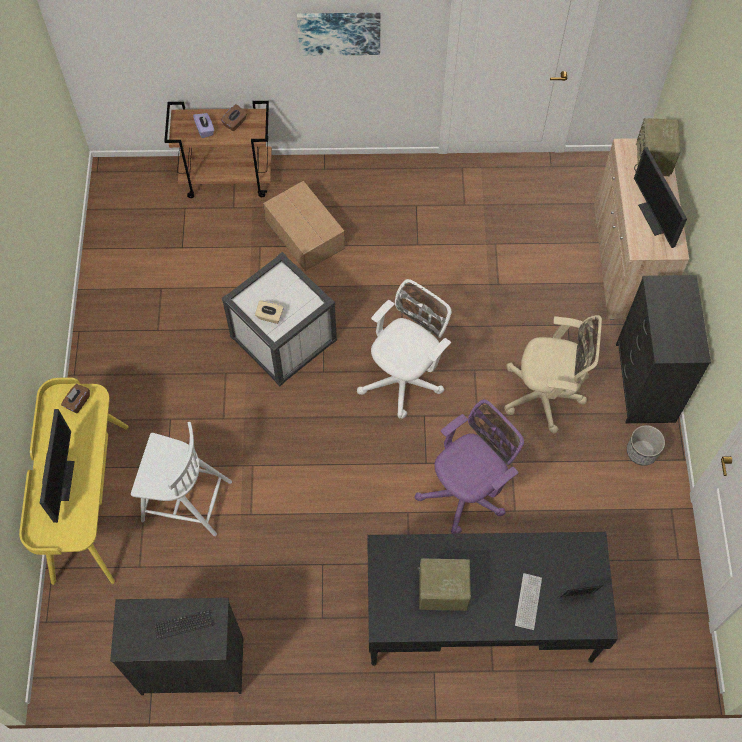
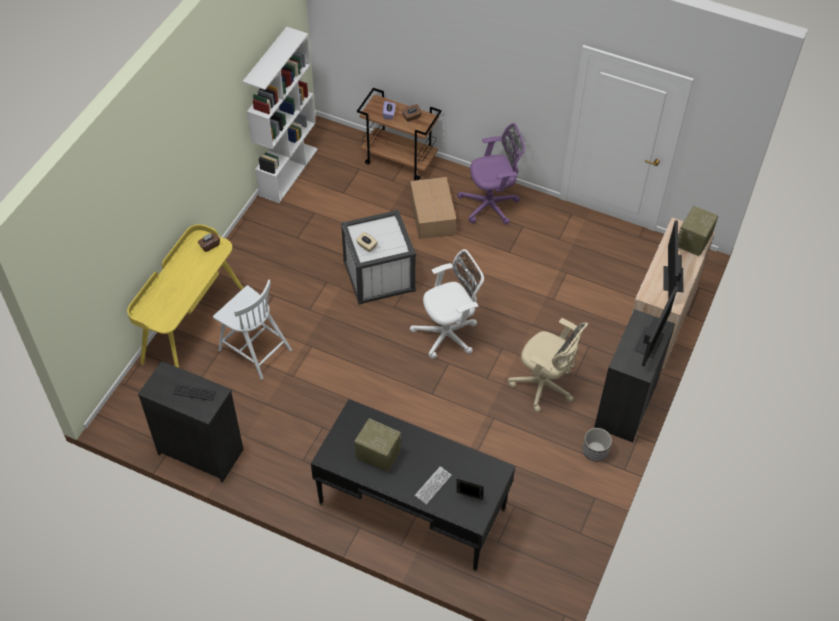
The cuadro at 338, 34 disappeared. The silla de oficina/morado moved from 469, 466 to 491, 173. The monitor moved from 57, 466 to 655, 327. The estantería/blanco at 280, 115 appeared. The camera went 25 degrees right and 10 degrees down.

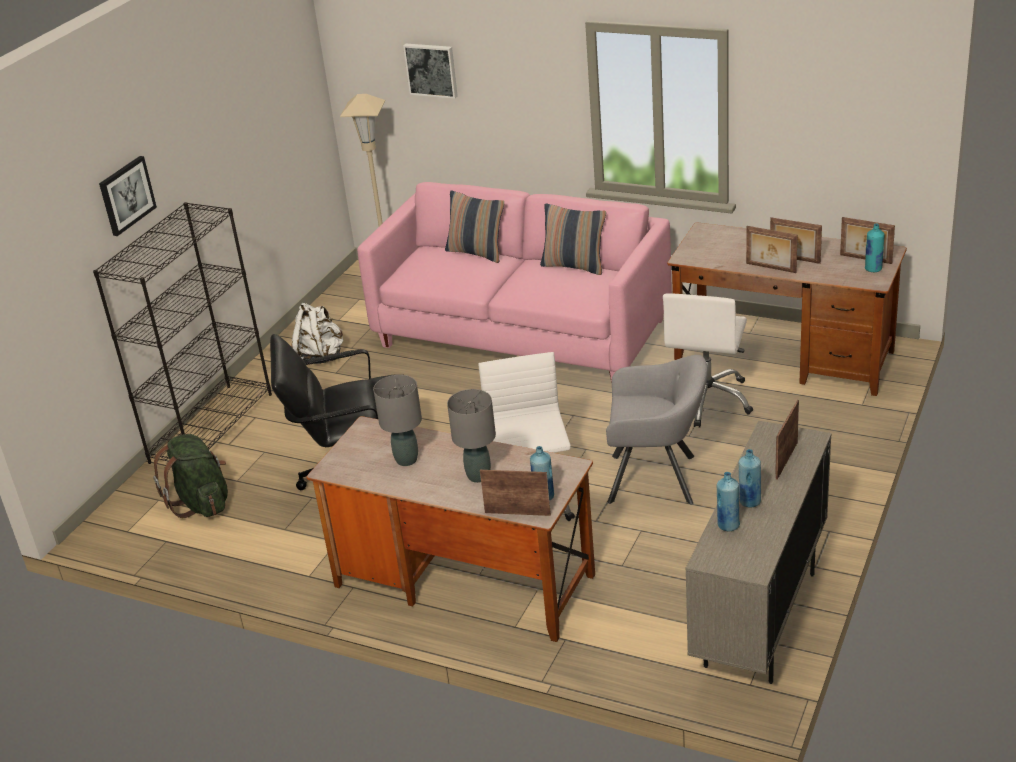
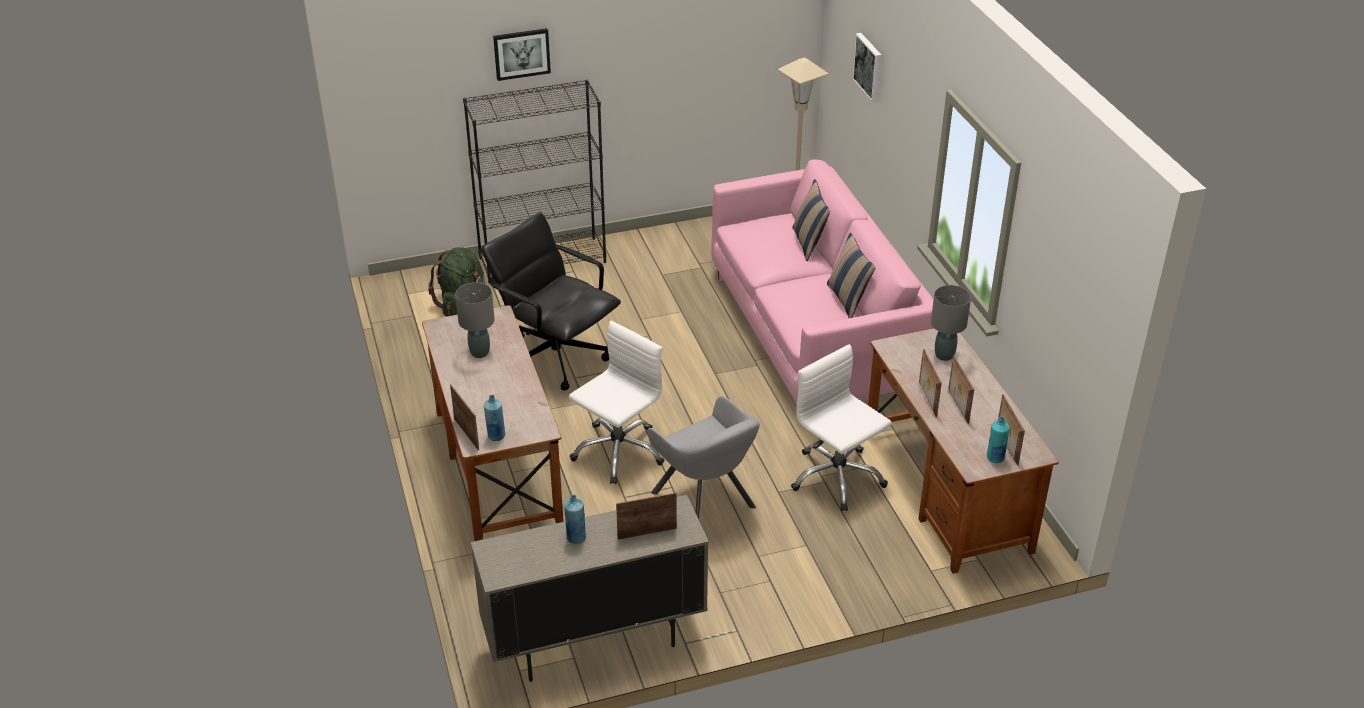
The silla de oficina/blanco at 708, 360 turned 75 degrees clockwise. The mochila/blanco at 317, 333 disappeared. The lámpara de mesa/gris moved from 471, 436 to 951, 323. The botella/azul at 728, 501 disappeared. The camera went 45 degrees right and 5 degrees up.

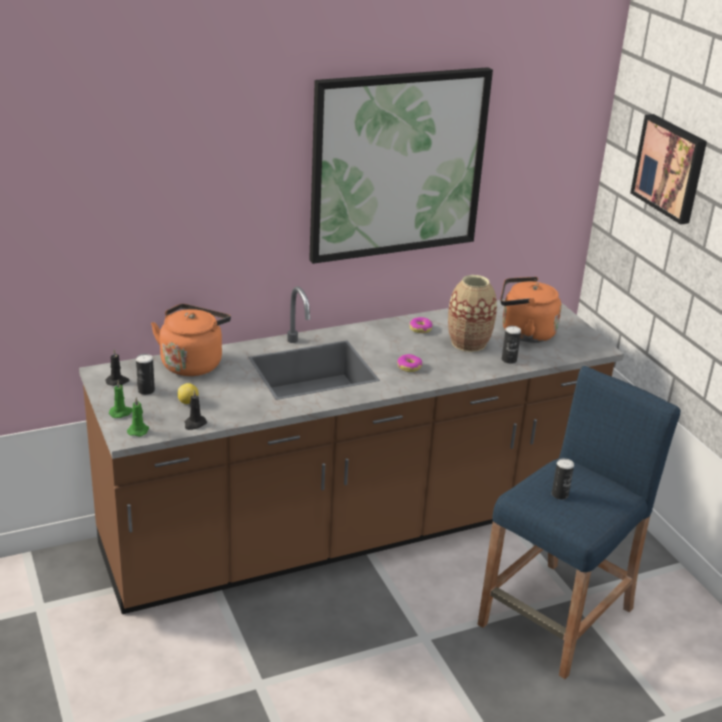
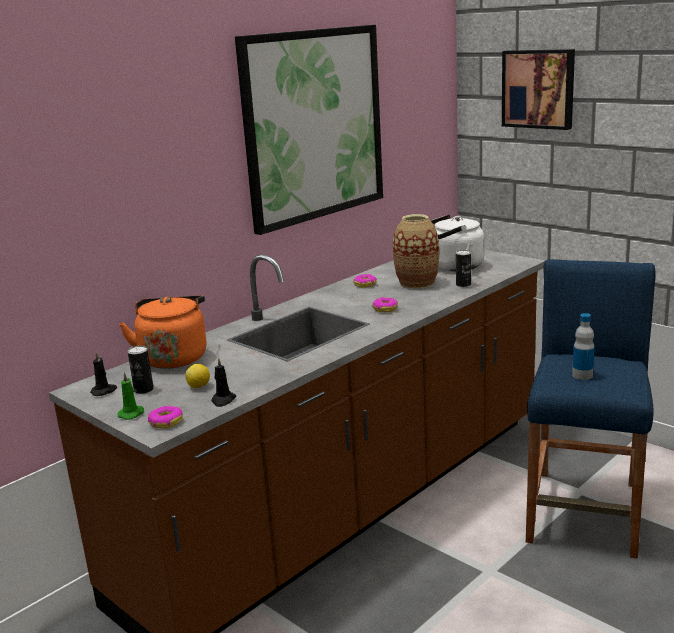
The hervidor/naranja at 531, 310 became the hervidor/blanco at 457, 242. The vela/verde at 138, 417 was replaced by the rosquilla at 165, 417. The lata at 563, 479 was replaced by the botella at 583, 346. The camera went 20 degrees left and 10 degrees down.

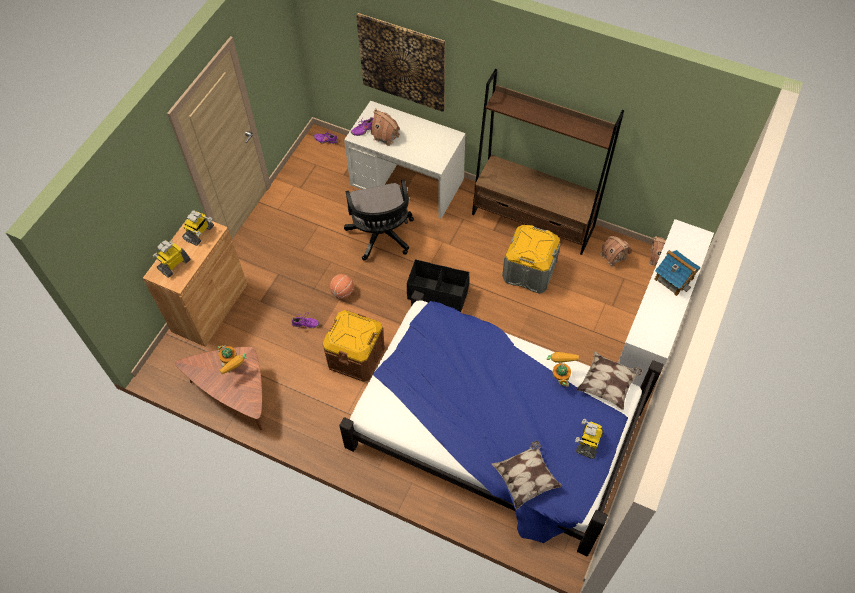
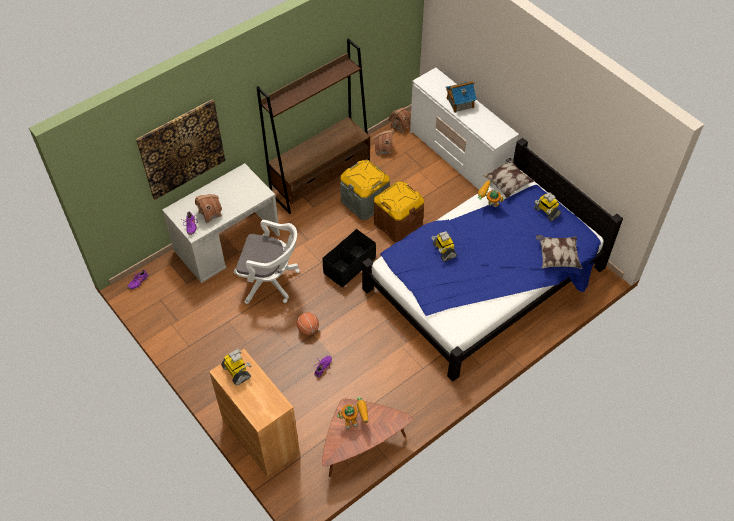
The silla de oficina/negro at 379, 220 became the silla de oficina/blanco at 266, 262. The robot de juguete moved from 171, 259 to 444, 246. The caja de almacenaje/marrón moved from 354, 346 to 399, 211. The camera went 65 degrees left and 5 degrees down.

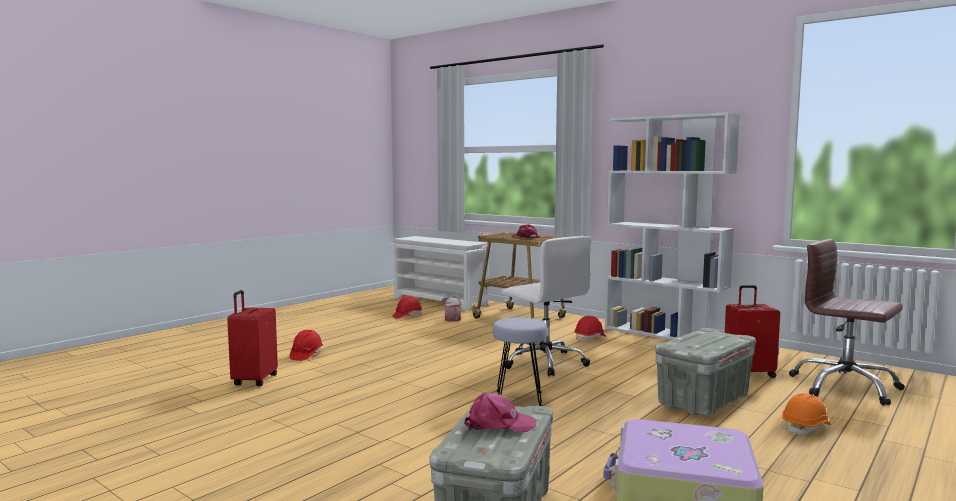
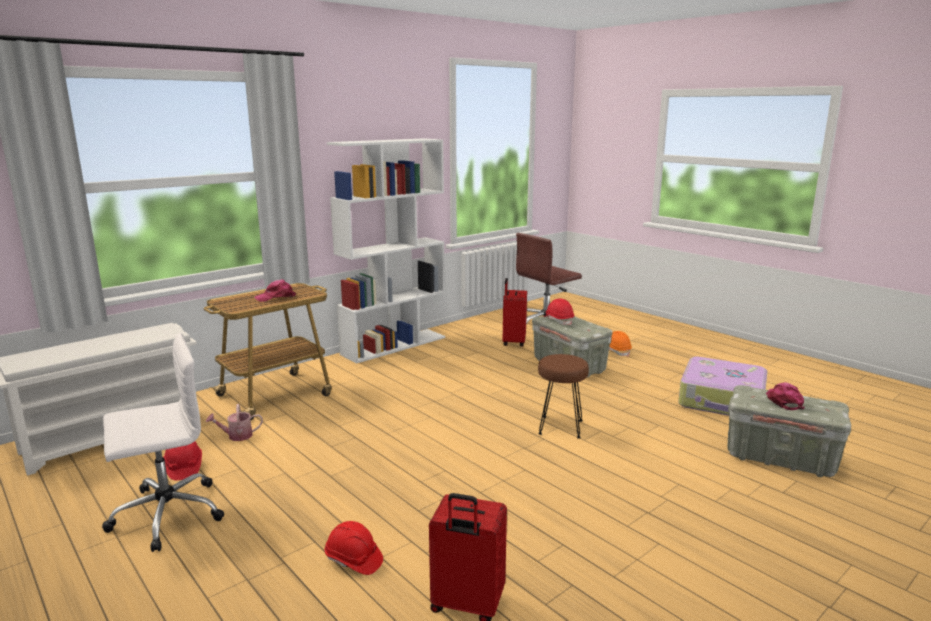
The silla de oficina/blanco moved from 546, 306 to 163, 442. The casco/rojo moved from 590, 329 to 558, 312. The taburete/gris at 519, 361 became the taburete/marrón at 563, 396. The camera went 80 degrees left and 10 degrees up.

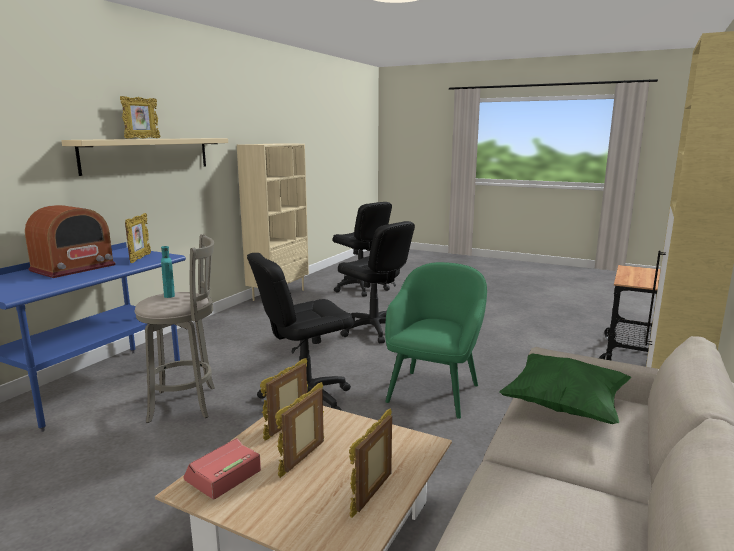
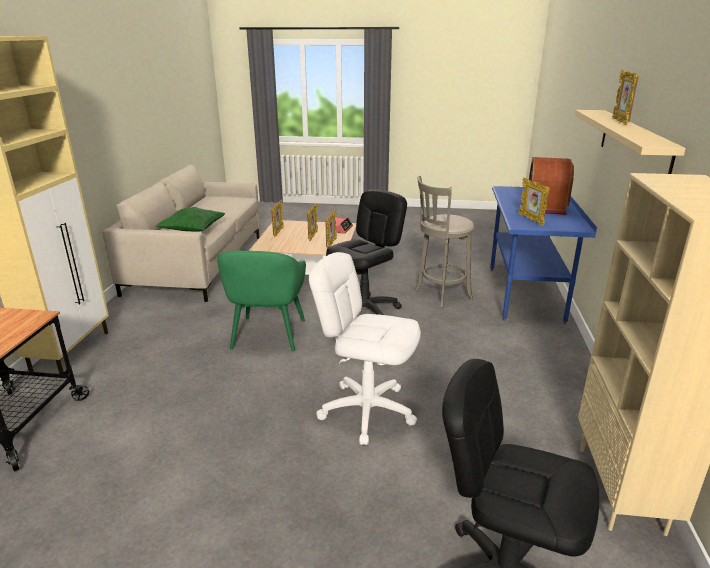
The silla de oficina/negro at 376, 282 became the silla de oficina/blanco at 365, 348. The botella/turquesa at 168, 272 disappeared. The camera went 160 degrees right and 10 degrees up.

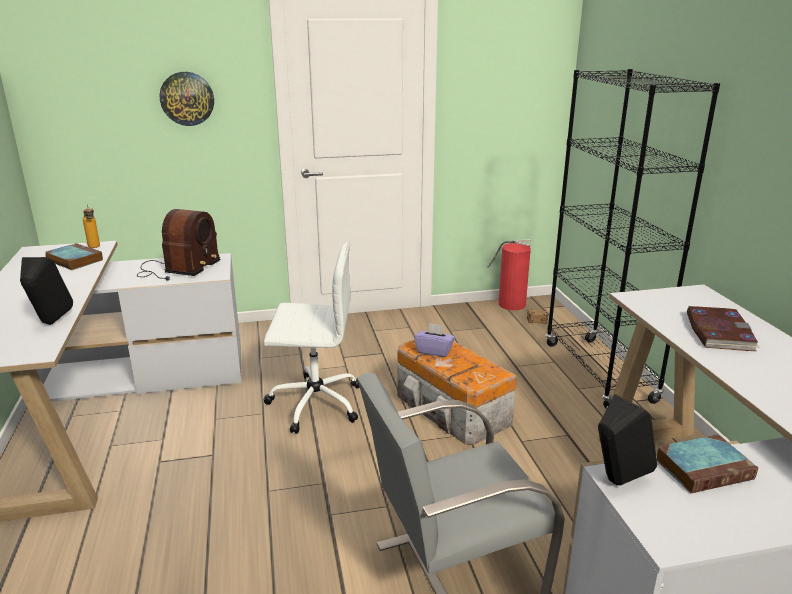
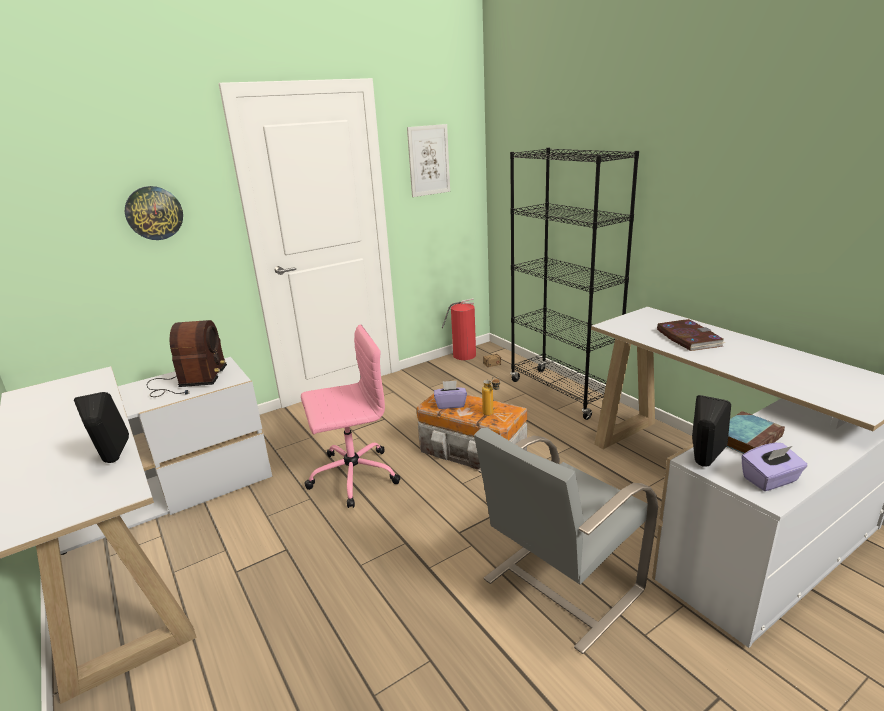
The botella moved from 91, 226 to 491, 396. The silla de oficina/blanco at 312, 338 became the silla de oficina/rosa at 351, 416. The libro at 74, 256 disappeared. The cuadro at 428, 160 appeared. The caja de pañuelos/morado at 774, 467 appeared. The camera went 20 degrees left and 0 degrees up.

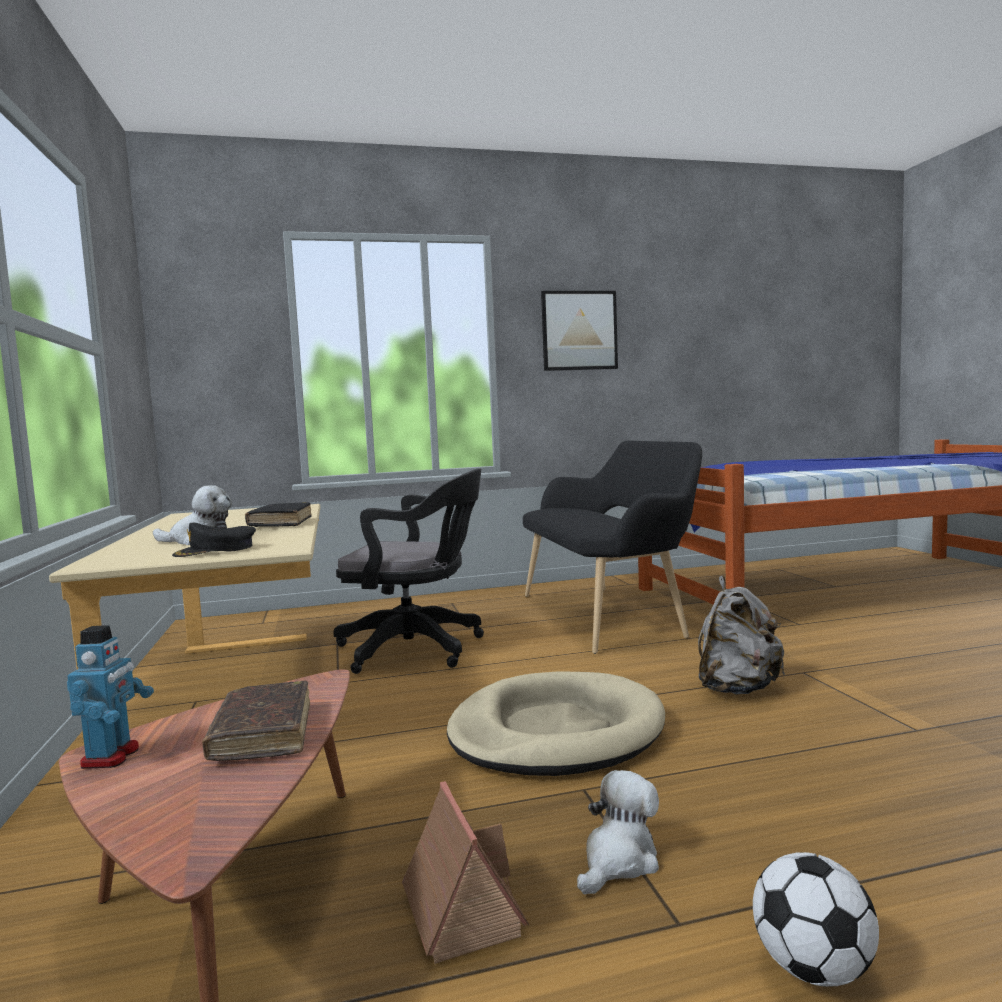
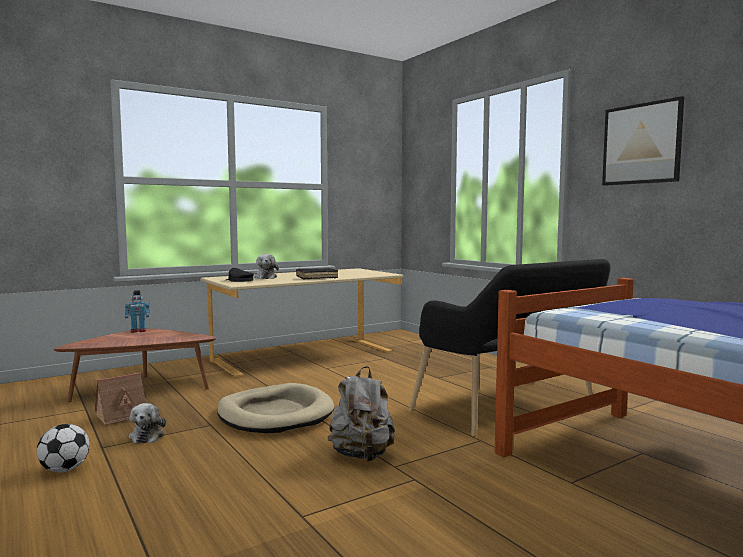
The silla de oficina/negro at 408, 571 disappeared. The libro/marrón at 256, 721 disappeared. The peluche at 618, 832 turned 60 degrees clockwise. The camera went 70 degrees right and 0 degrees up.

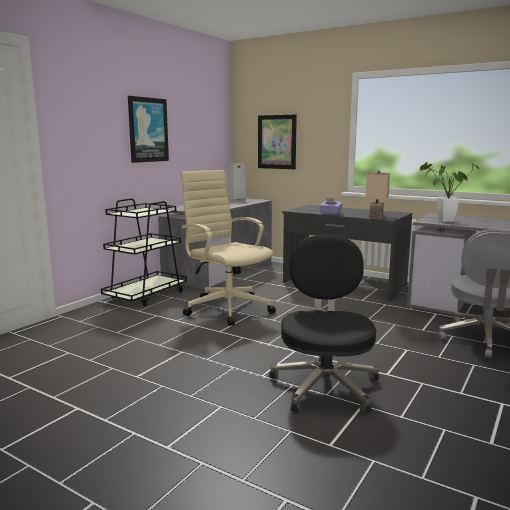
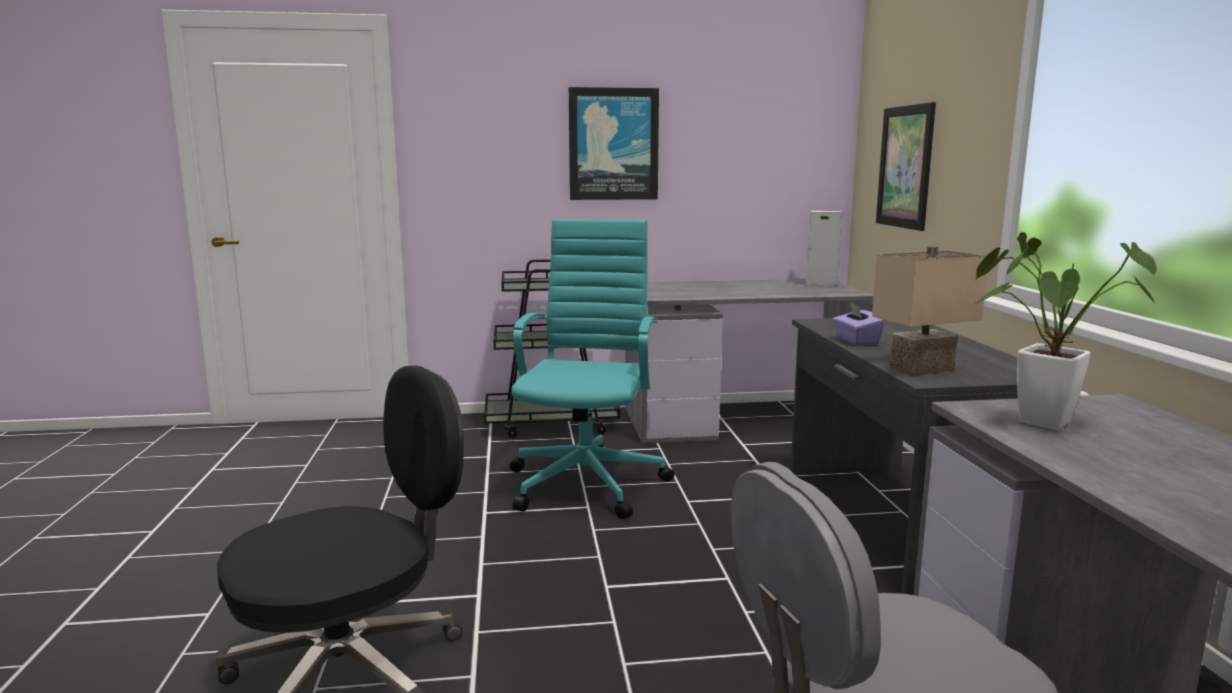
The silla de oficina/beis at 228, 248 became the silla de oficina/turquesa at 592, 369. The camera went 50 degrees right and 0 degrees up.

